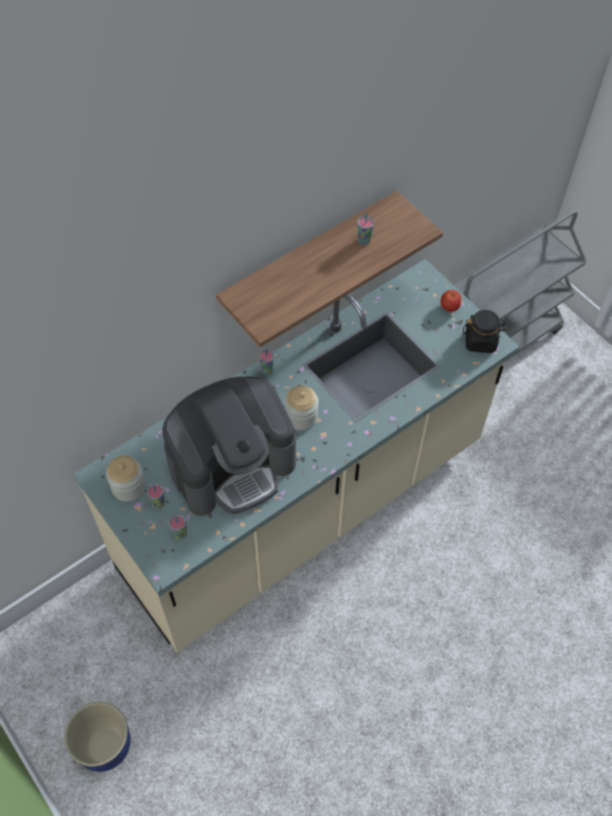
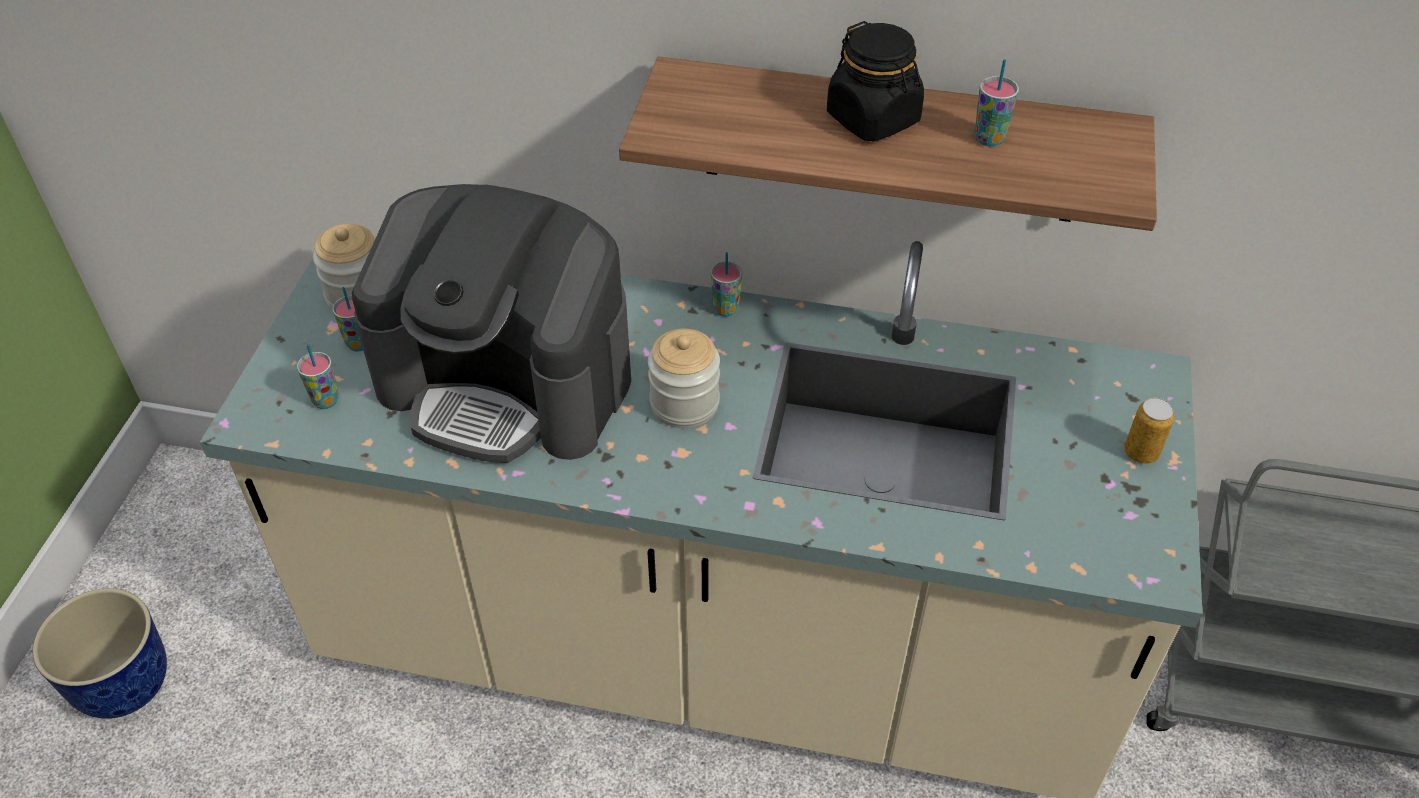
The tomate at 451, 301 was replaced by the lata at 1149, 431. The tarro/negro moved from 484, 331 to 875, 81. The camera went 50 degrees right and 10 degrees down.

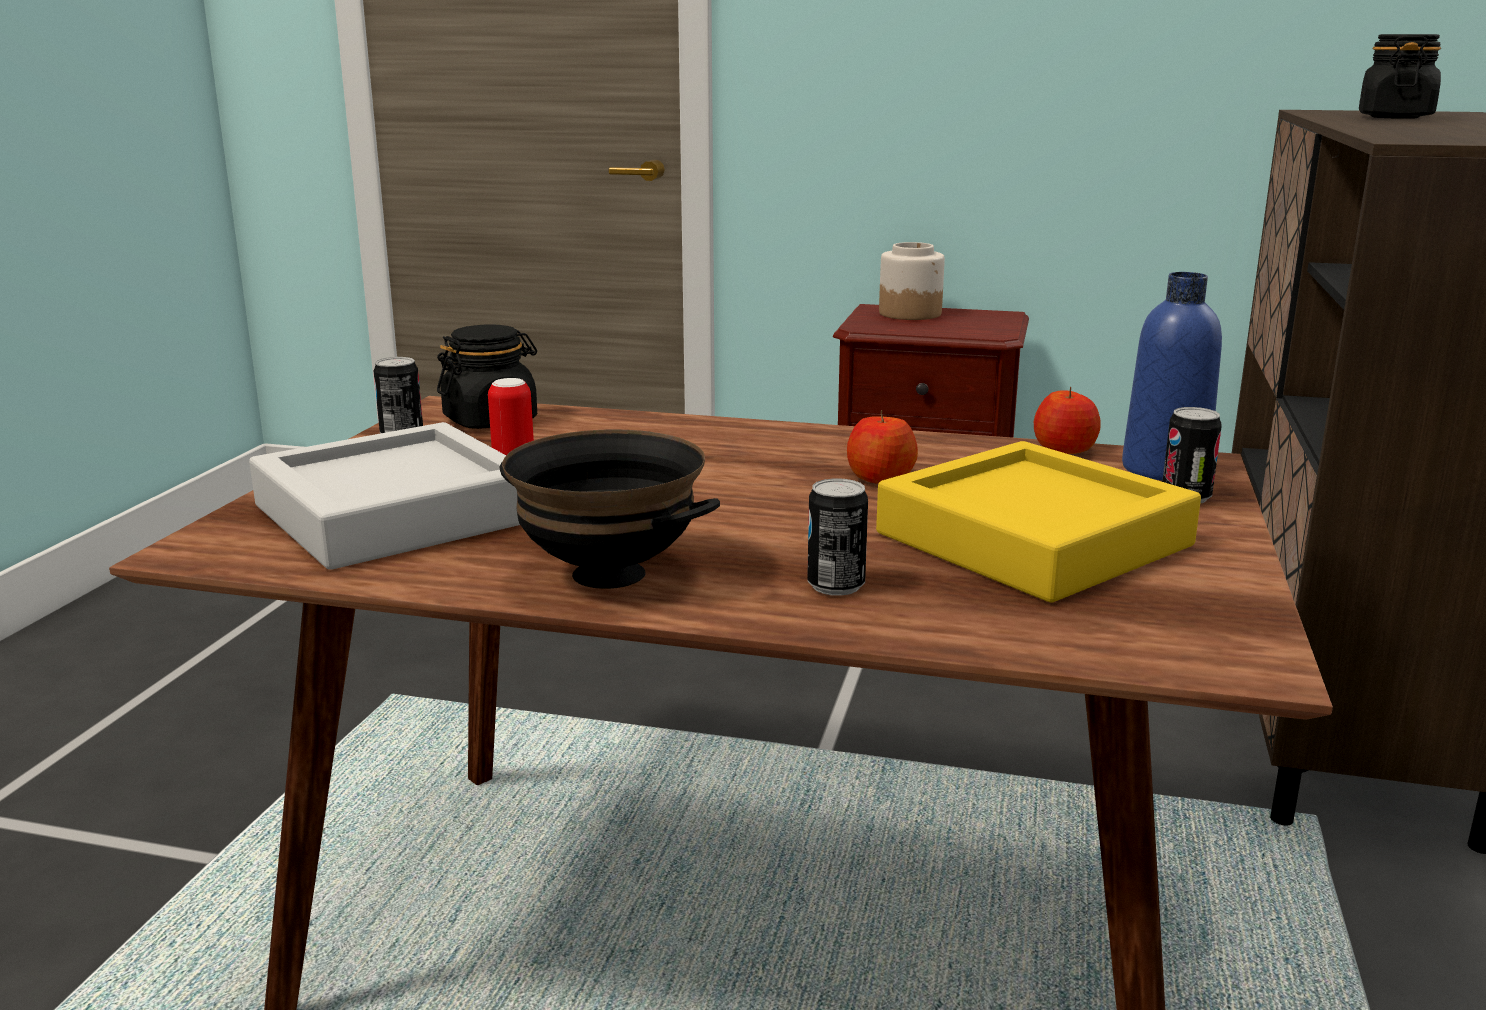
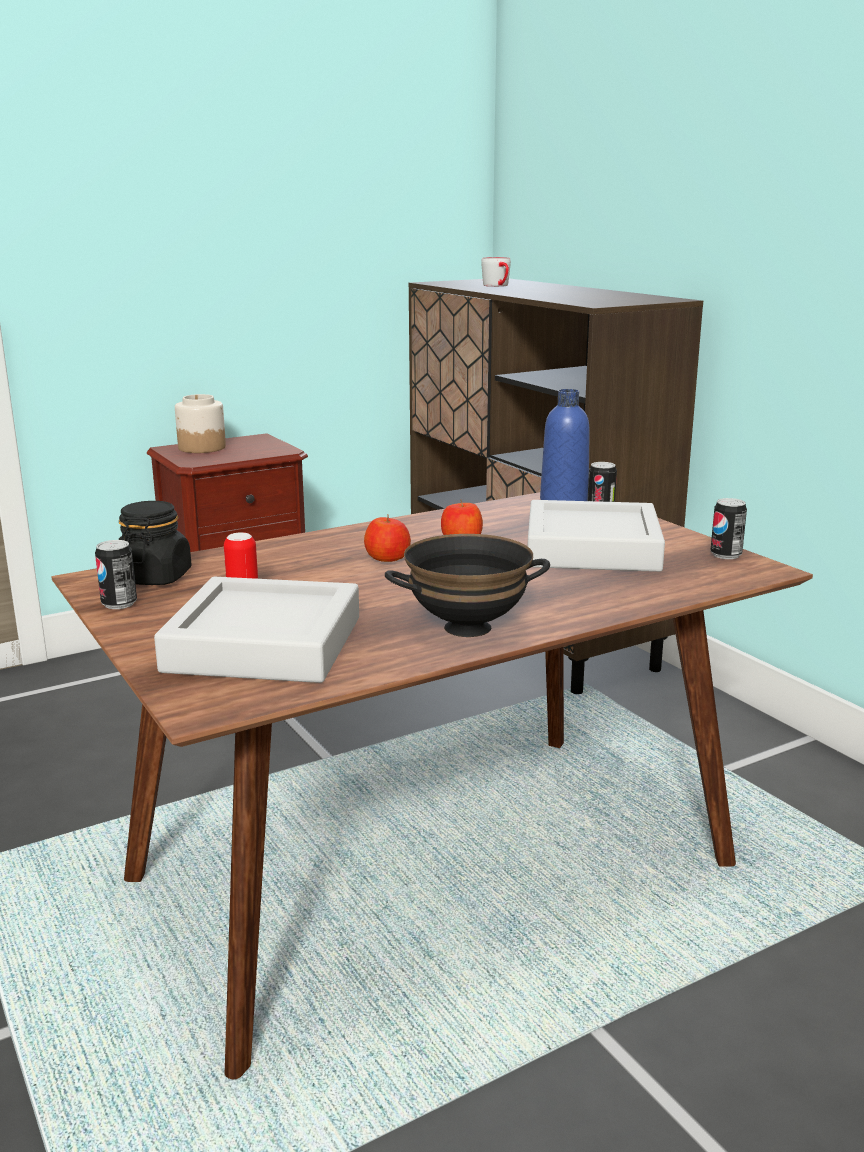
The tarro/negro at 1400, 76 was replaced by the taza grande/gris at 496, 272. The manzana moved from 1067, 420 to 387, 538. The bandeja/amarillo at 1038, 521 became the bandeja/gris at 596, 536. The lata moved from 837, 537 to 728, 528. The camera went 45 degrees left and 0 degrees up.

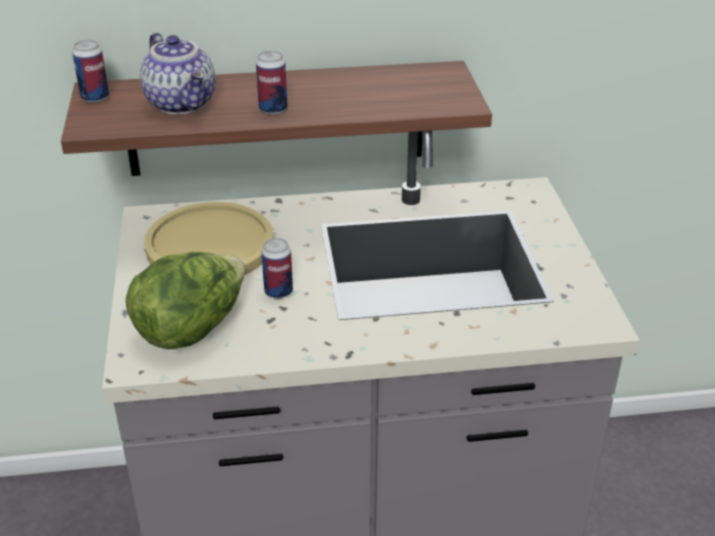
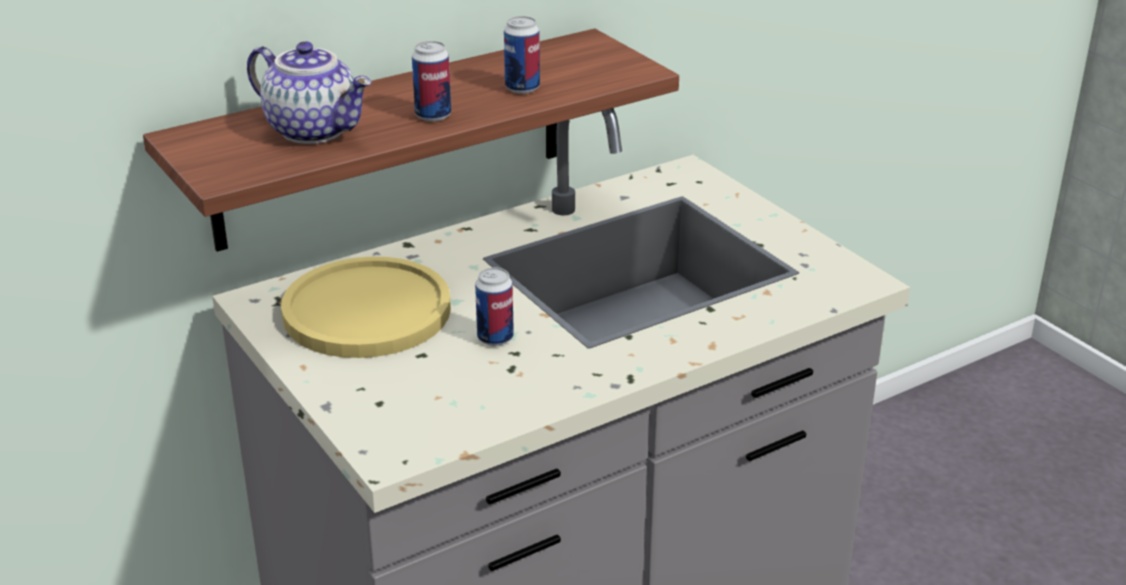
The lata moved from 91, 71 to 522, 55. The lechuga at 186, 300 disappeared. The camera went 25 degrees left and 5 degrees down.

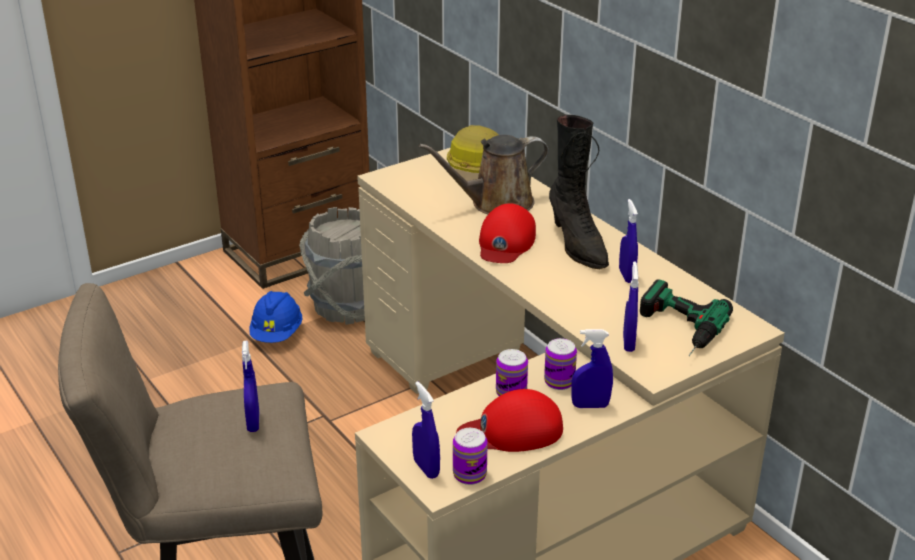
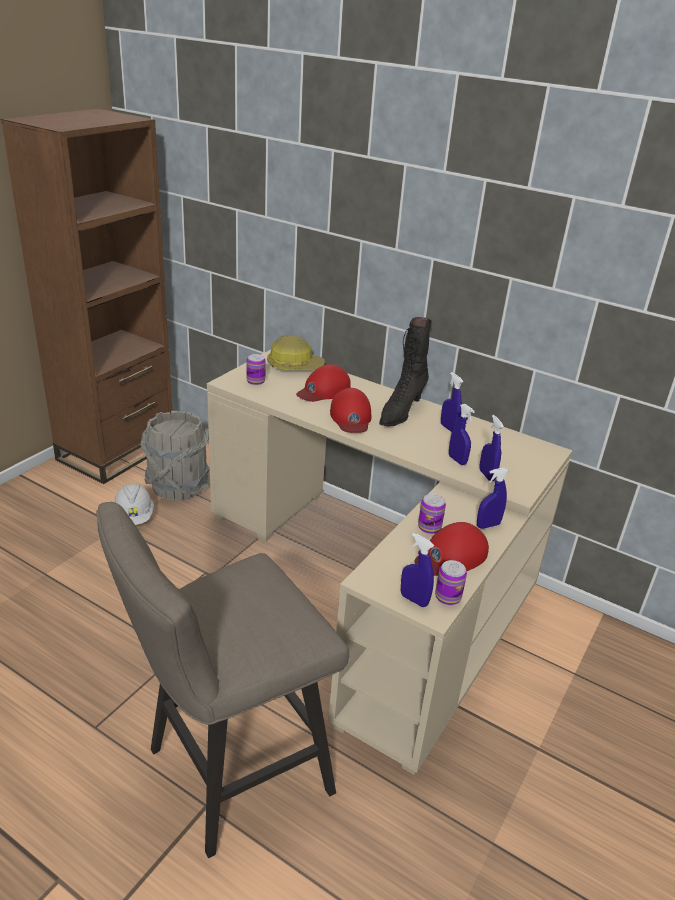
The bota/negro at 579, 192 turned 75 degrees clockwise. The regadera/marrón at 484, 174 was replaced by the gorra/rojo at 323, 383. The taladro at 686, 317 disappeared. The casco/azul at 276, 317 became the casco/blanco at 134, 504. The lata moved from 560, 364 to 256, 369. The pulverizador/azul moved from 250, 386 to 462, 434. The camera went 25 degrees left and 0 degrees up.

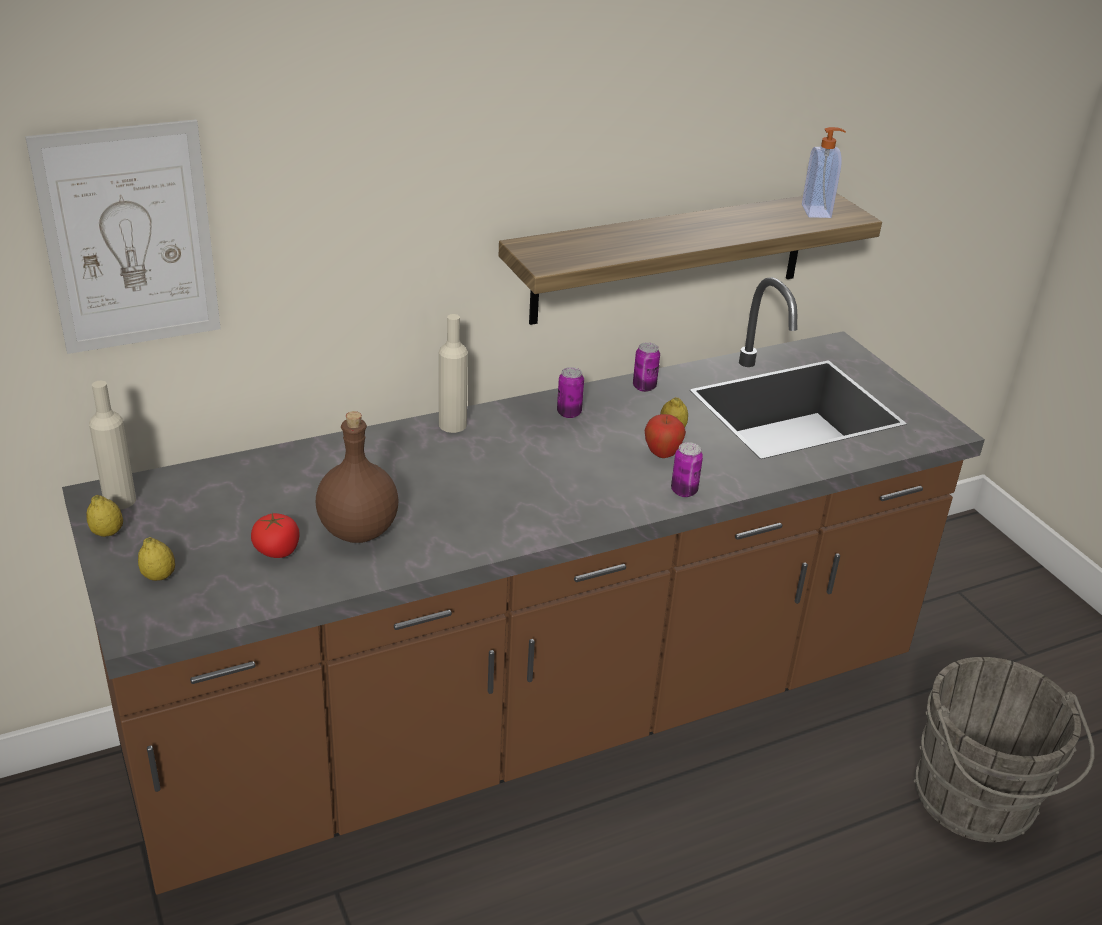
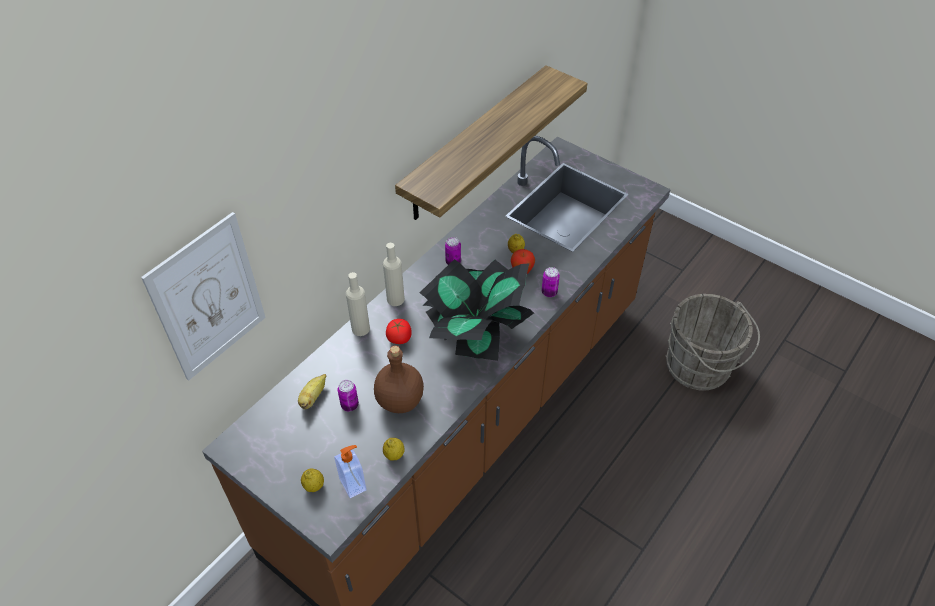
The dispensador de jabón moved from 824, 172 to 350, 471. The lata moved from 646, 367 to 348, 395. The botella/beis moved from 112, 445 to 358, 304. The limón moved from 105, 516 to 393, 449. The tomate moved from 275, 535 to 399, 331. The planta en maceta at 477, 310 appeared. The plátano at 312, 392 appeared. The camera went 25 degrees left and 15 degrees up.

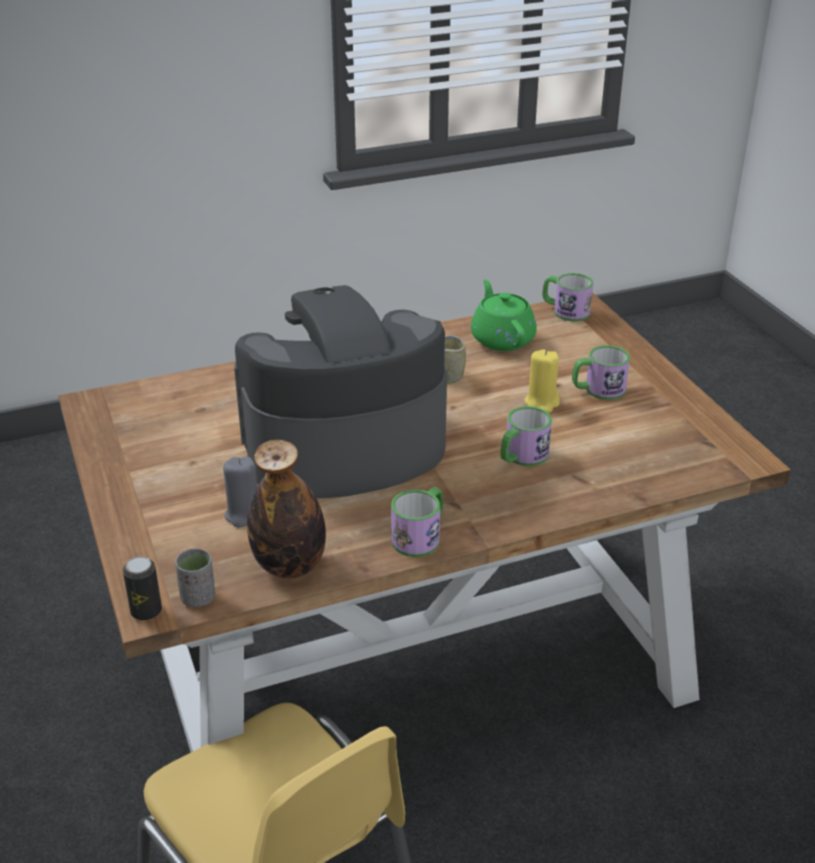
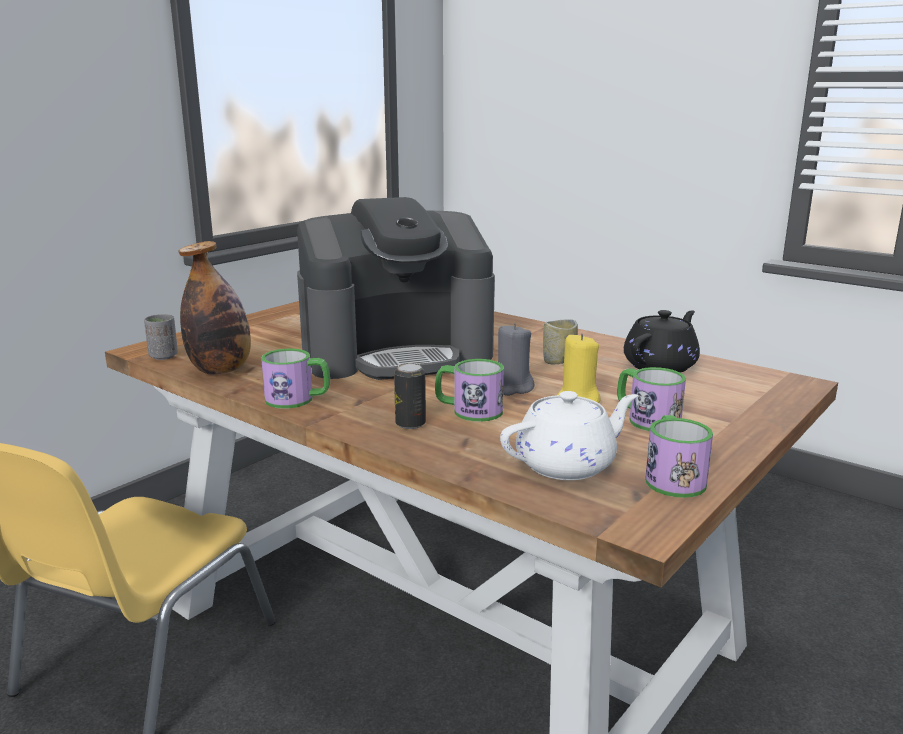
The taza grande moved from 567, 297 to 679, 456. The tetera/verde at 504, 315 became the tetera/negro at 662, 341. The cafetera at 340, 391 turned 120 degrees clockwise. The vela/gris moved from 240, 492 to 516, 359. The lata moved from 142, 588 to 410, 396. The tetera/blanco at 569, 435 appeared. The camera went 60 degrees right and 15 degrees down.

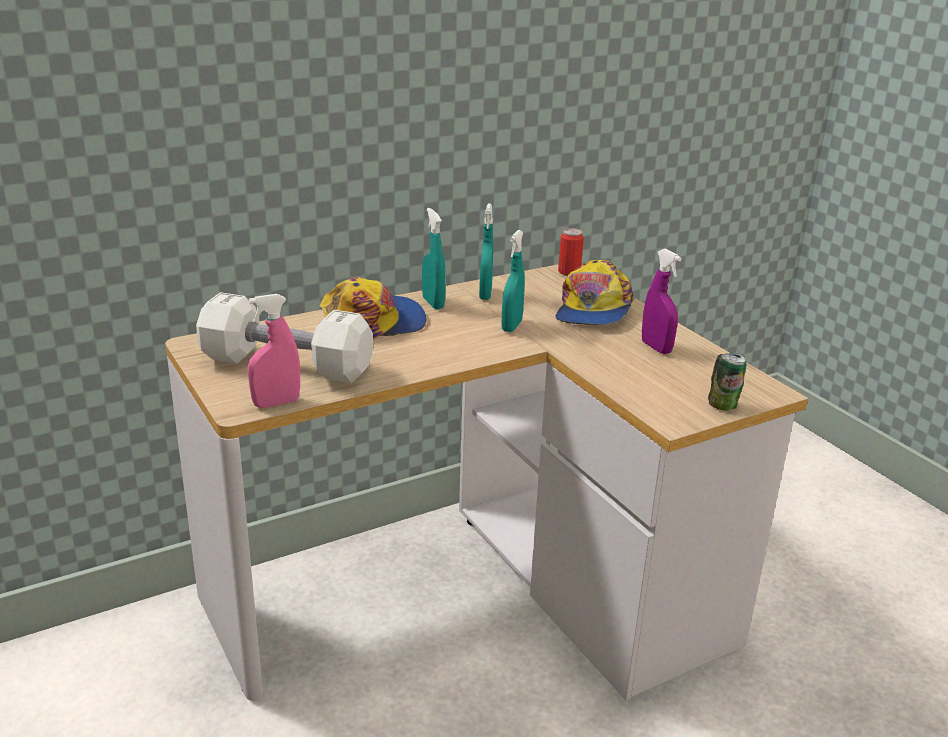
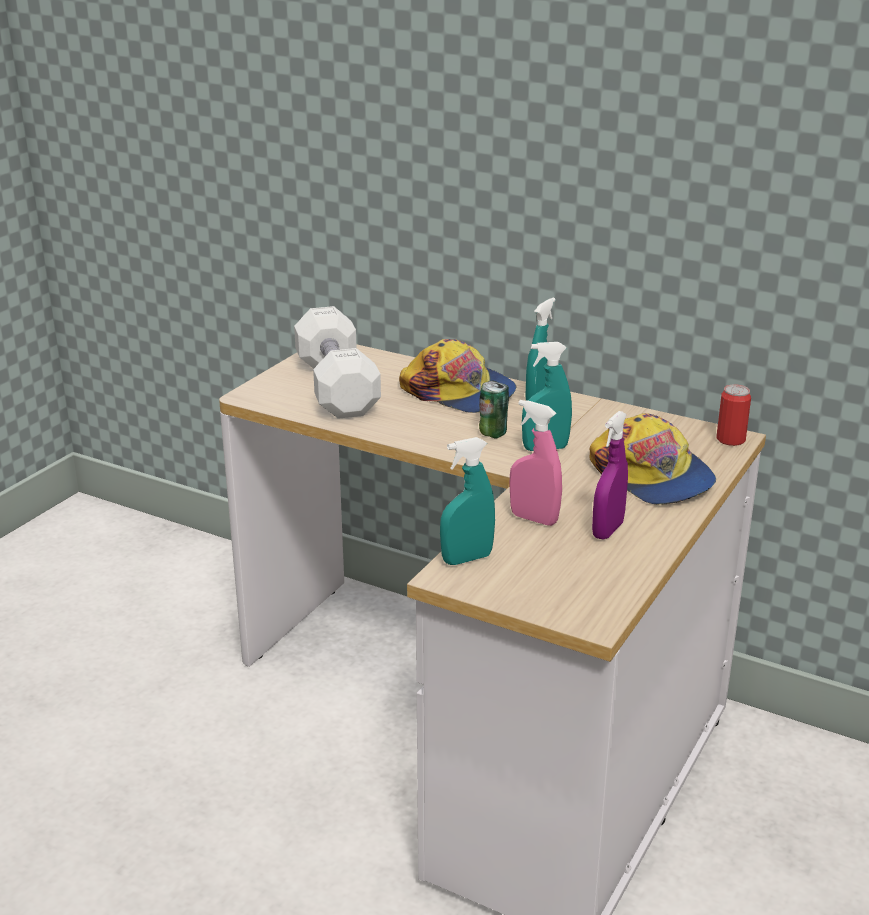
The pulverizador/turquesa moved from 486, 251 to 467, 501. The gorra at 594, 292 turned 105 degrees counterclockwise. The pulverizador/rosa moved from 274, 351 to 536, 463. The lata moved from 727, 382 to 494, 409. The camera went 60 degrees right and 0 degrees up.

